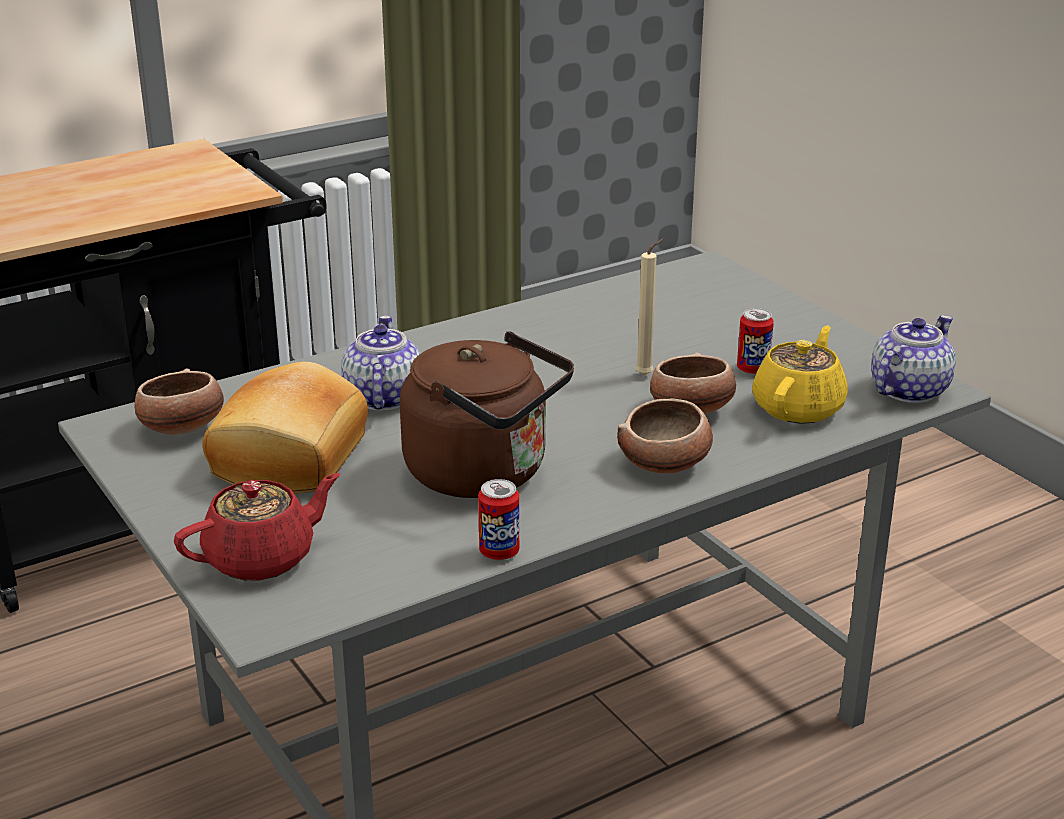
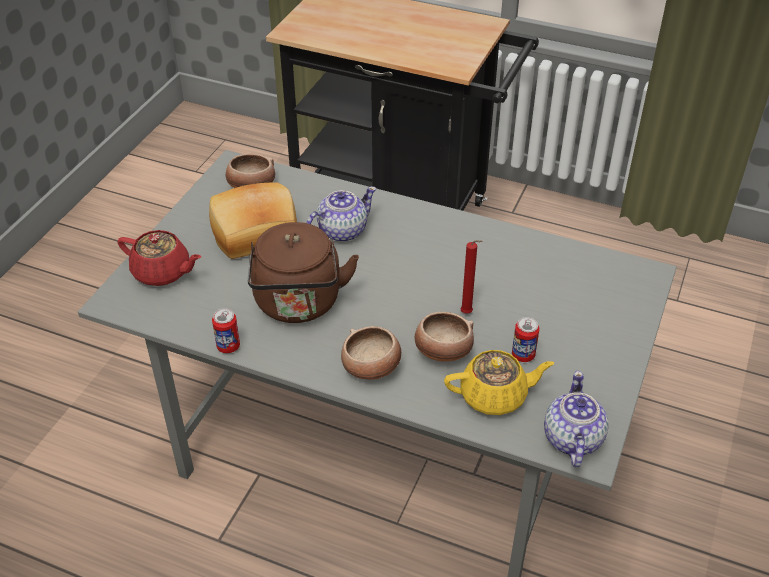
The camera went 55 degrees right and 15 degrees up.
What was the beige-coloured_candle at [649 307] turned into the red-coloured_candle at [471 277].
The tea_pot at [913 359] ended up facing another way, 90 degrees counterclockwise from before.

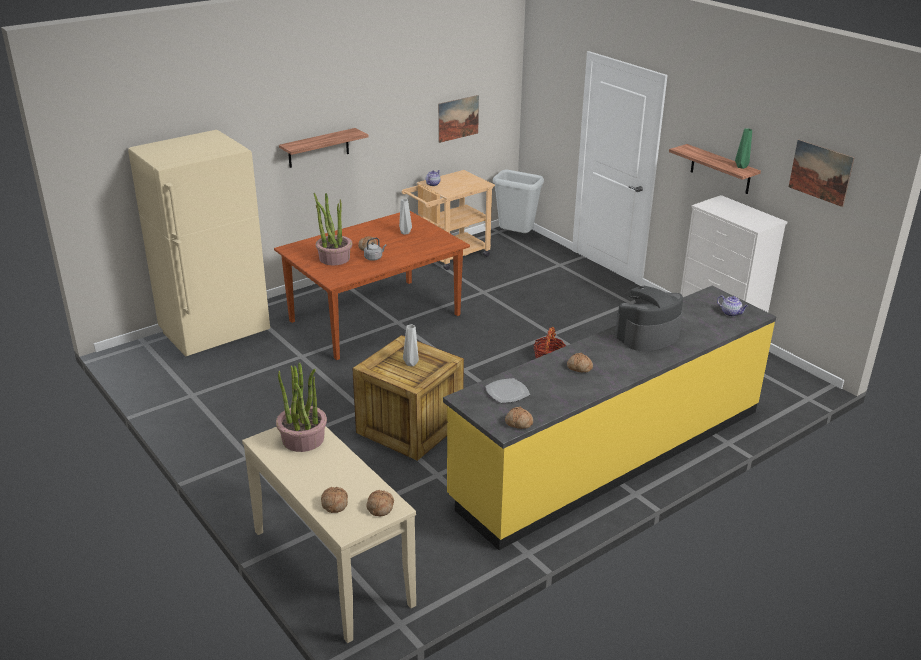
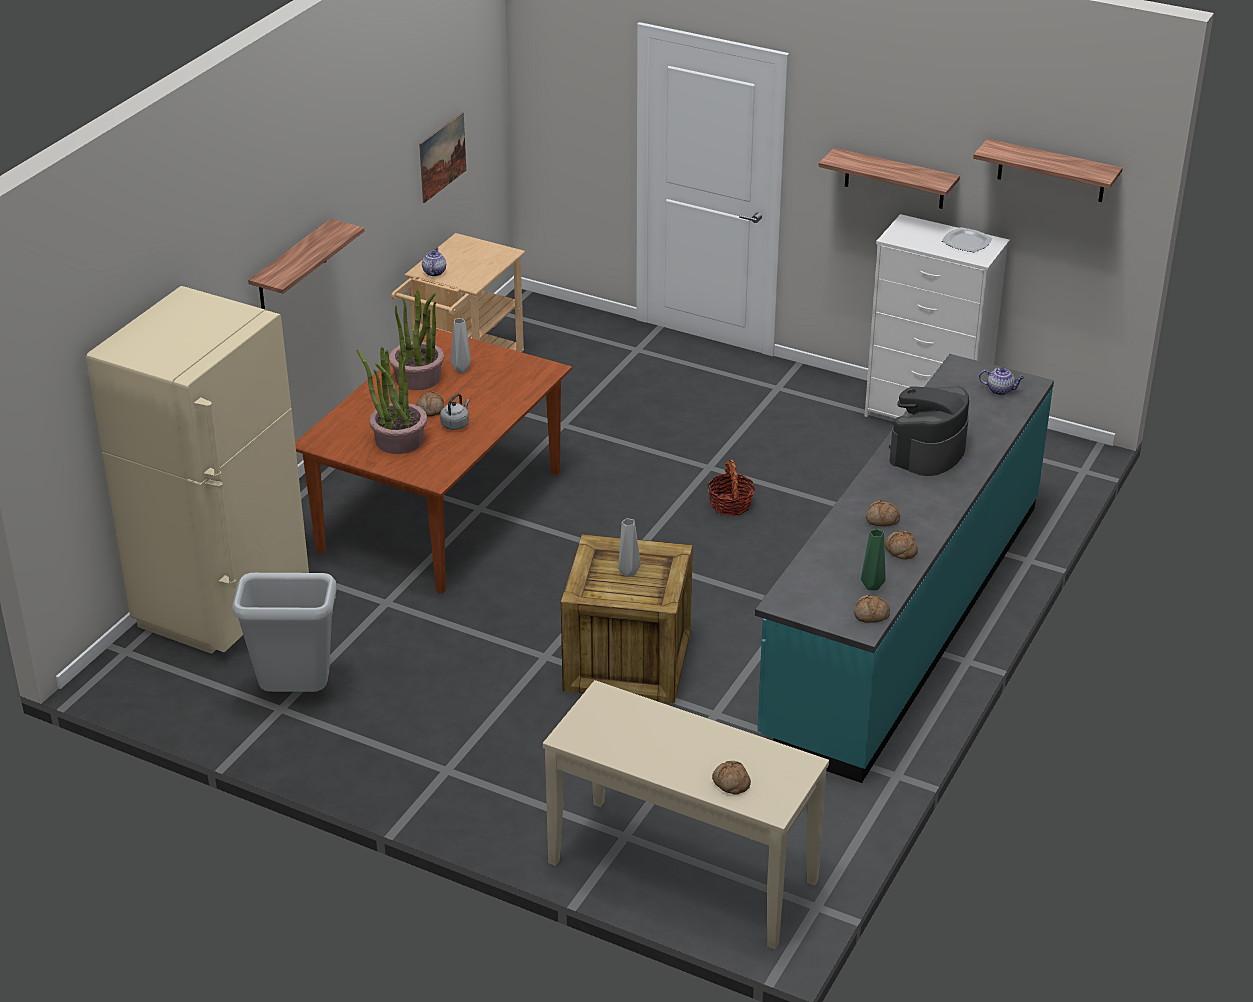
The camera went 25 degrees left and 5 degrees up.
The green_decorative_vase ended up elsewhere, having gone from [743 148] to [873 559].
Where the picture hung at [822 173], the shelf came to hang at [1047 170].
The grey_rubbish_bin ended up elsewhere, having gone from [518 201] to [284 632].
What was the yellow-coloured_kitchen_base_unit at [609 418] turned into the blue-green_kitchen_base_unit at [904 568].
The potted_plant ended up elsewhere, having gone from [301 407] to [416 340].
The dinner_plate ended up elsewhere, having gone from [507 390] to [967 239].
The baked_bread ended up elsewhere, having gone from [380 503] to [901 545].

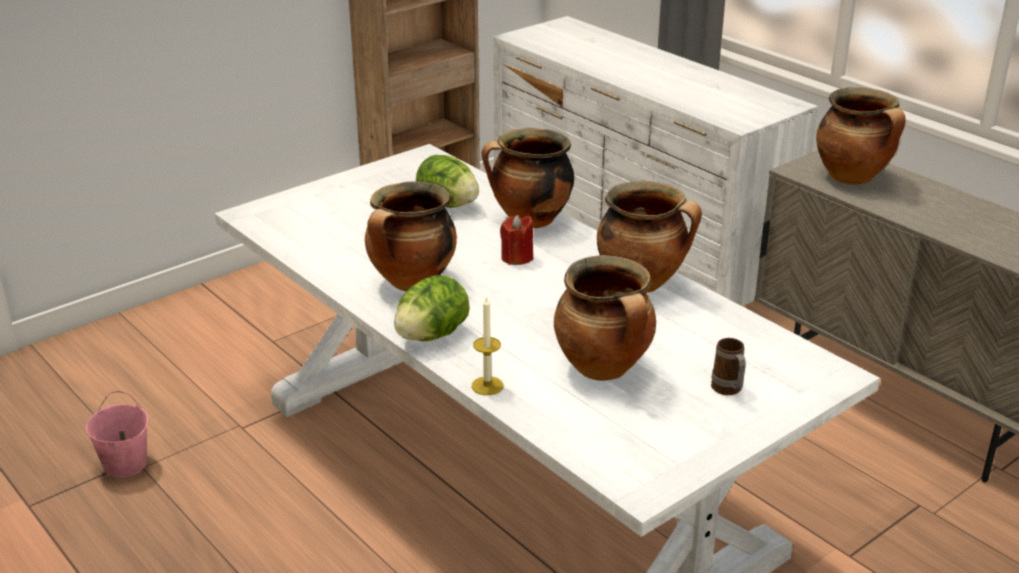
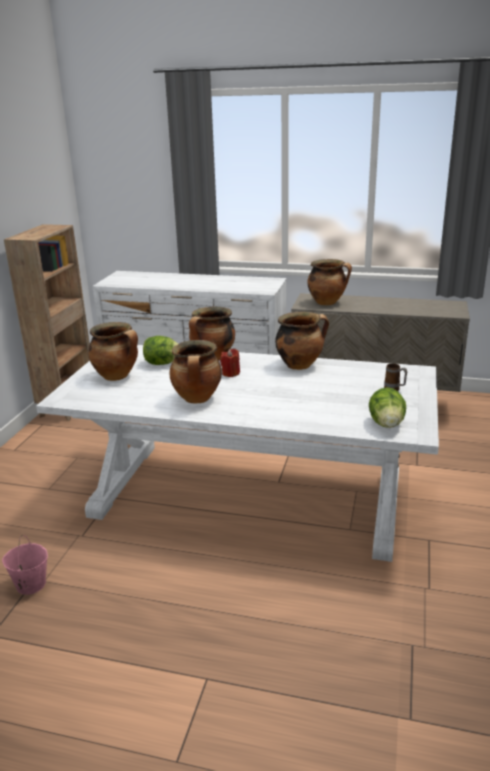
The camera went 35 degrees left and 5 degrees down.
The saucepot ended up elsewhere, having gone from [605 318] to [113 351].
The head_of_lettuce ended up elsewhere, having gone from [432 308] to [387 407].
The second view lost the candle at [487 345].

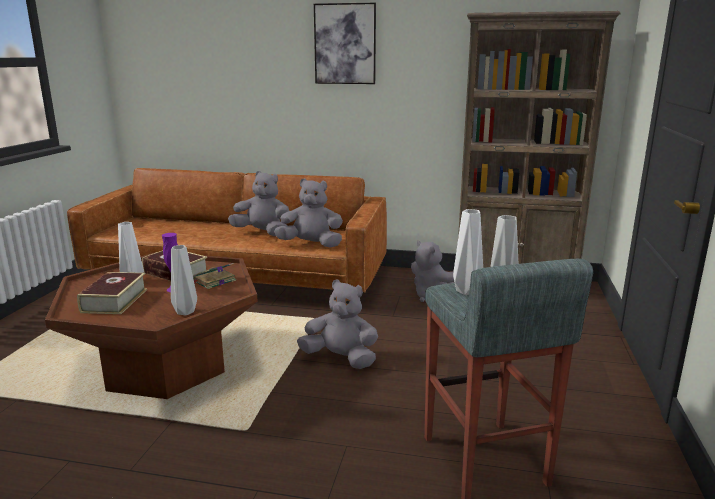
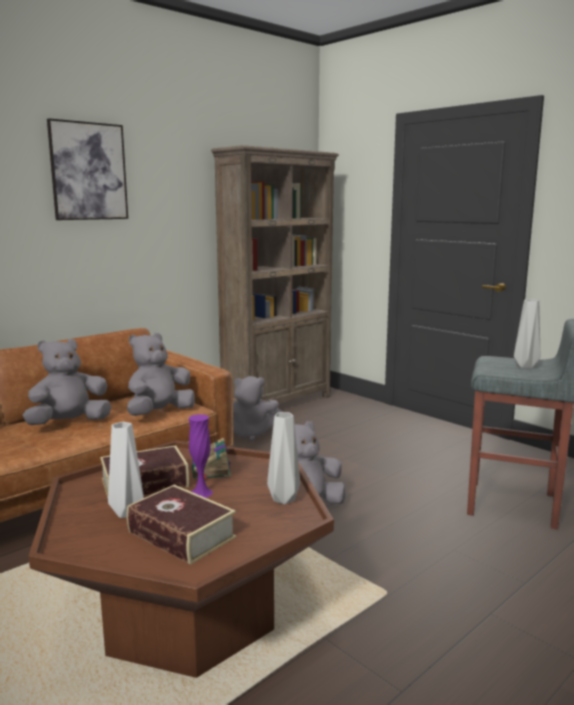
The camera went 55 degrees left and 5 degrees down.
The second view lost the white-coloured_decorative_vase at [468 252].

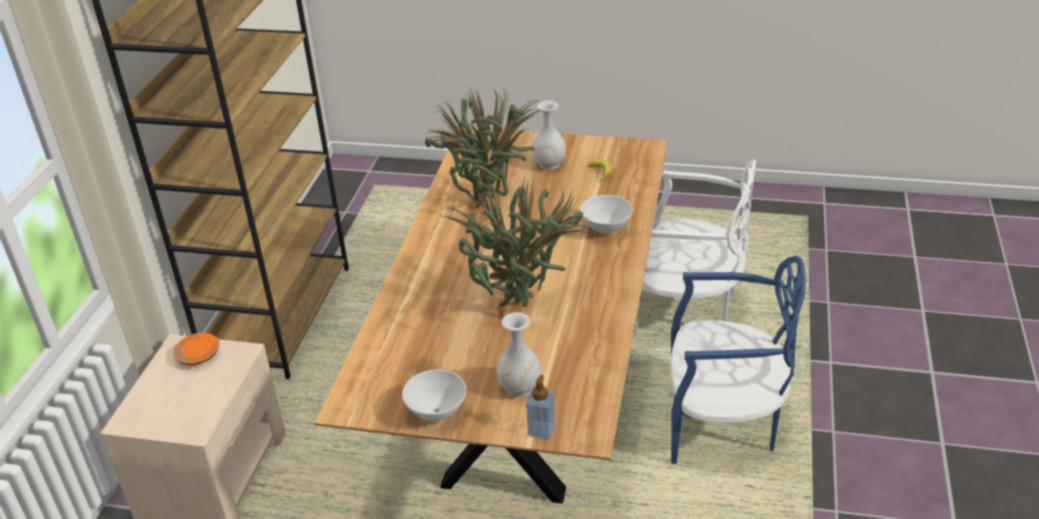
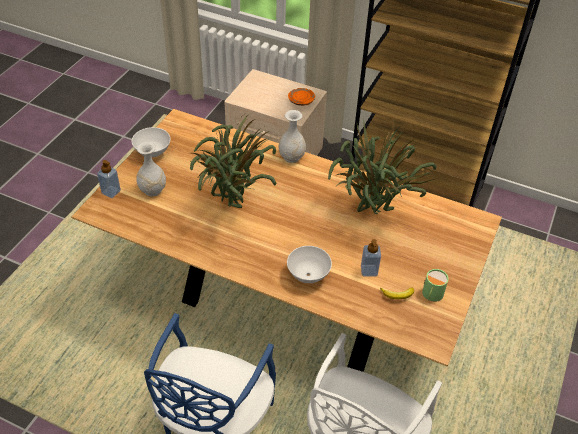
The camera went 100 degrees right and 10 degrees up.
The white-coloured_decorative_vase ended up elsewhere, having gone from [549 135] to [292 136].
The second view gained the soap_dispenser at [371 258].
The second view gained the green_mug at [435 285].

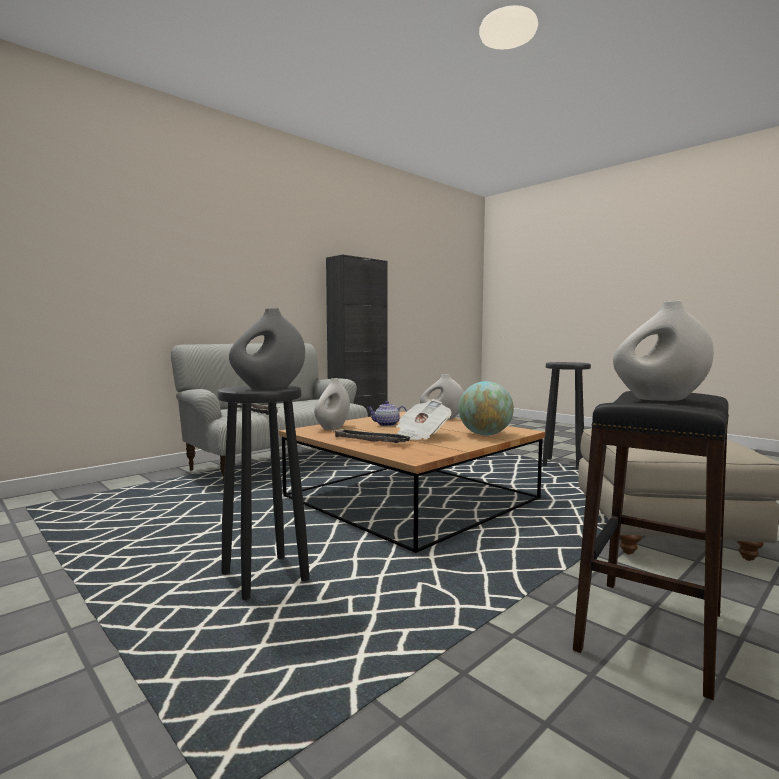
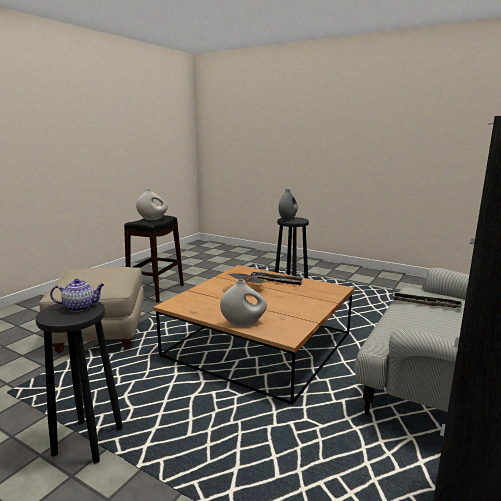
The camera went 165 degrees right and 10 degrees up.
The second view lost the white-coloured_decorative_vase at [332 404].
The second view lost the desk_globe at [486 408].
The tea_pot ended up elsewhere, having gone from [387 413] to [77 295].

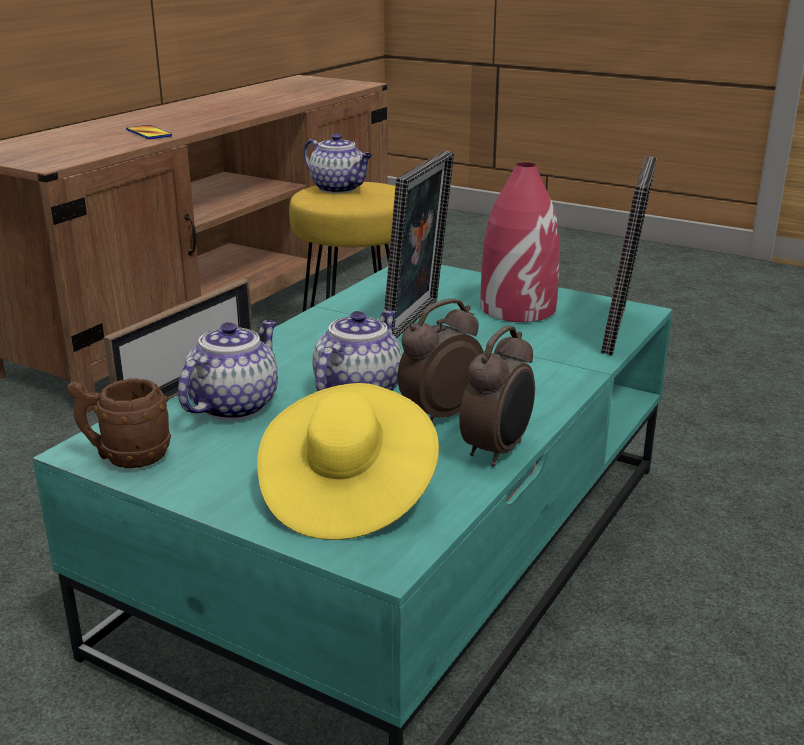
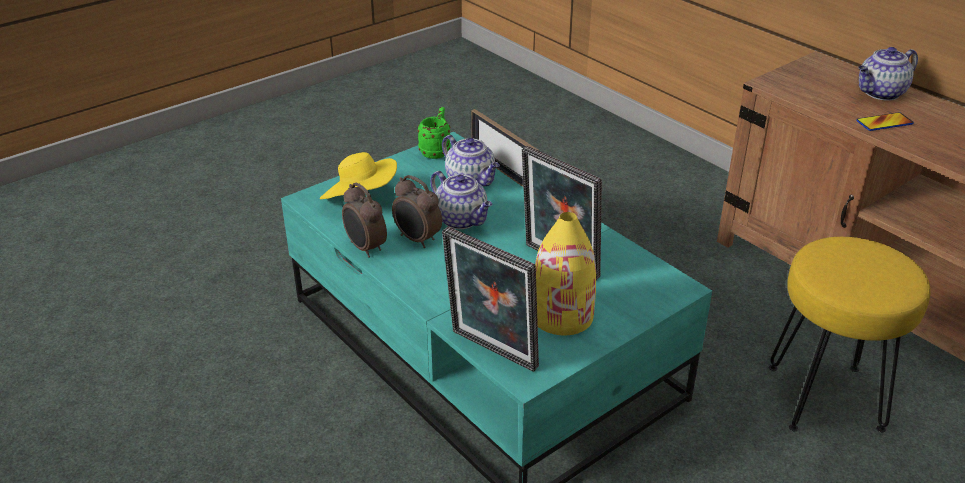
The camera went 110 degrees right and 10 degrees up.
The tea_pot ended up elsewhere, having gone from [338 163] to [888 74].
What was the red-coloured_decorative_vase at [520 242] turned into the yellow-coloured_decorative_vase at [565 273].
The table_clock at [440 360] ended up facing another way, 150 degrees clockwise from before.
What was the brownish_mug at [119 423] turned into the green_mug at [434 133].

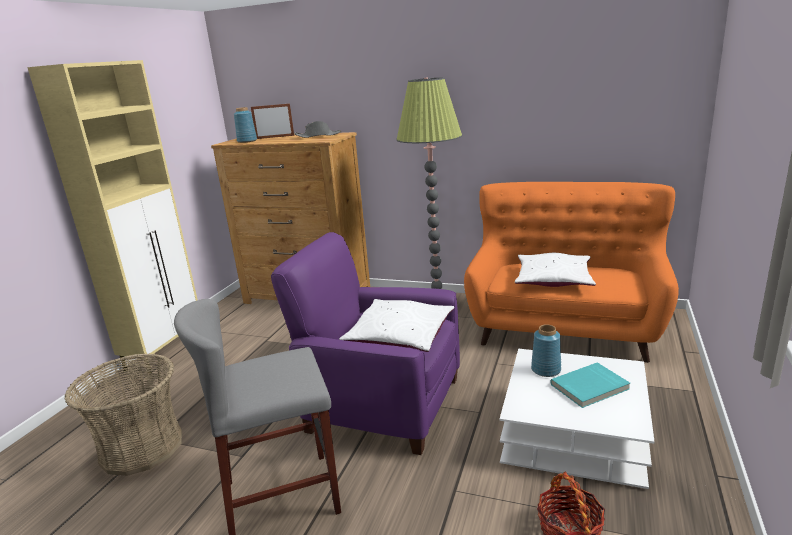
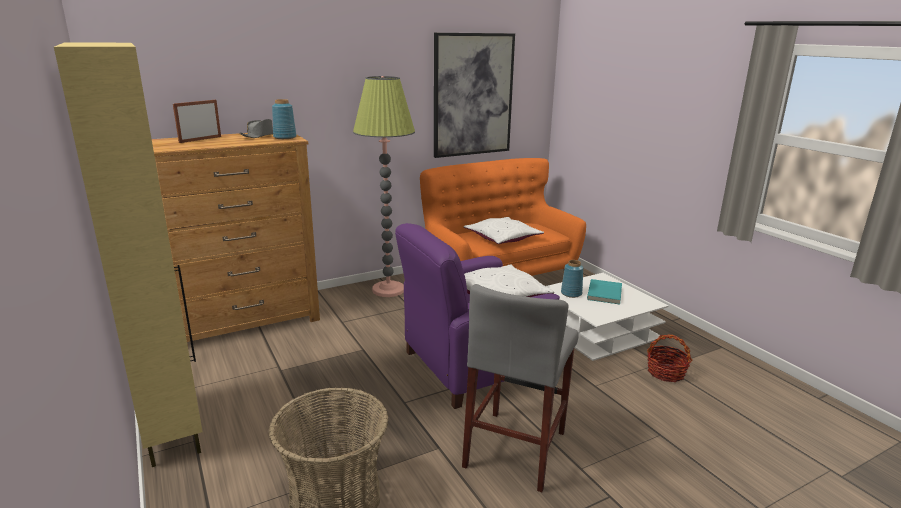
The camera went 50 degrees left and 0 degrees up.
The blue-coloured_decorative_vase ended up elsewhere, having gone from [245 125] to [284 119].
The second view gained the picture at [474 95].

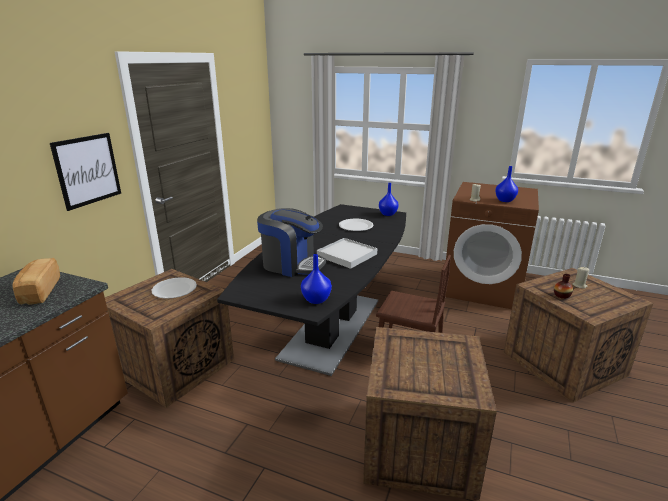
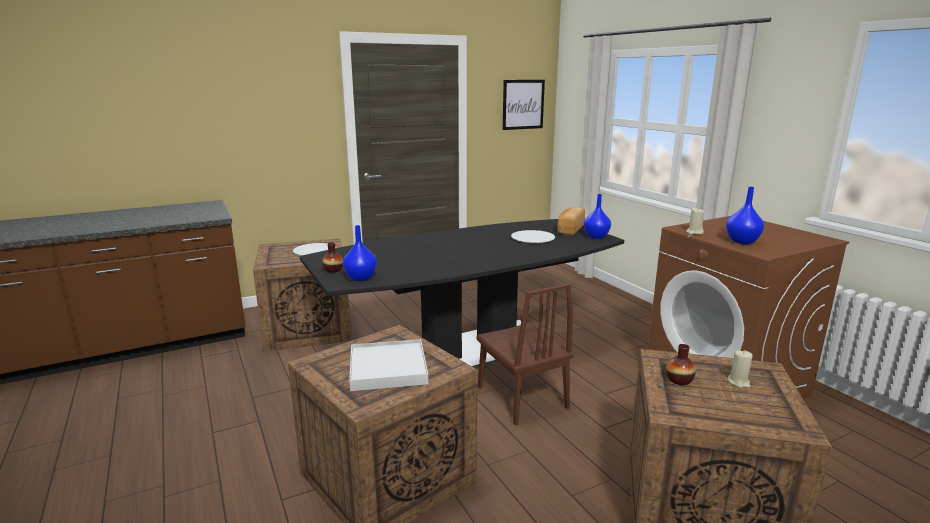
The camera went 40 degrees right and 5 degrees down.
The picture ended up elsewhere, having gone from [85 172] to [523 105].
The second view lost the coffee_machine at [291 242].
The white-coloured_tray ended up elsewhere, having gone from [347 253] to [388 365].
The baked_bread ended up elsewhere, having gone from [36 281] to [571 222].
The second view gained the decorative_vase at [332 257].

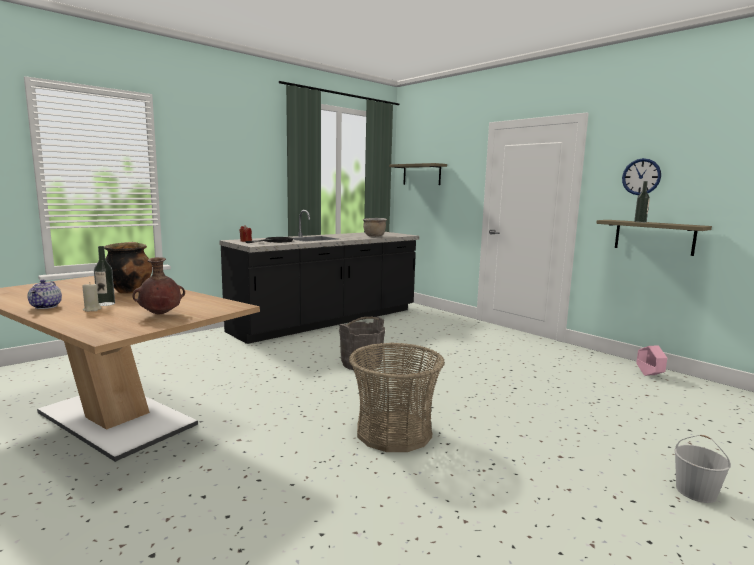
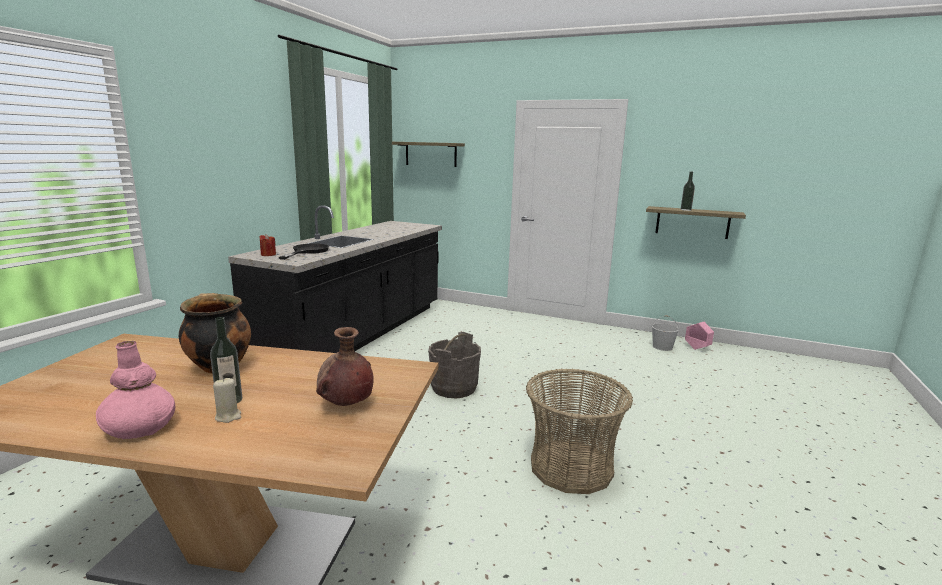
The camera went 25 degrees left and 5 degrees up.
The second view lost the hanging_clock at [641 176].
The second view lost the brownish_saucepot at [375 227].
Where the tea_pot stood at [45 294], the pinkish_decorative_vase came to stand at [135 390].
The white-coloured_pail ended up elsewhere, having gone from [702 469] to [665 333].

